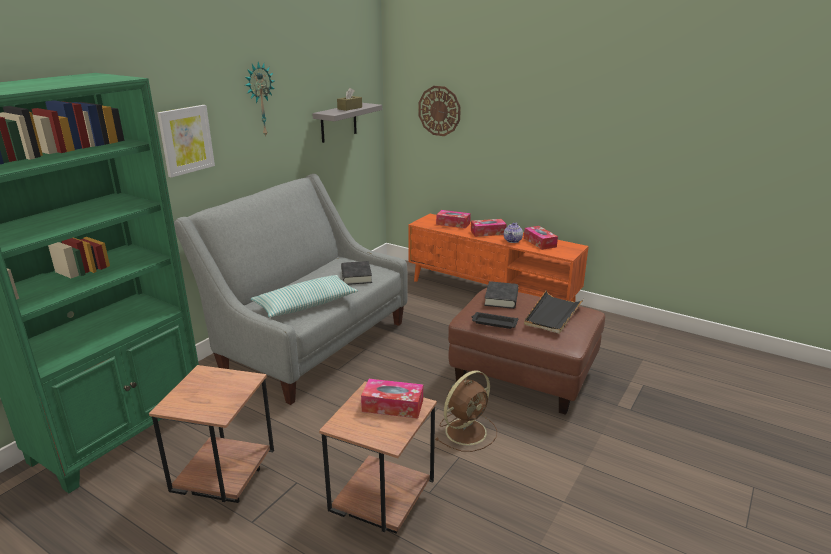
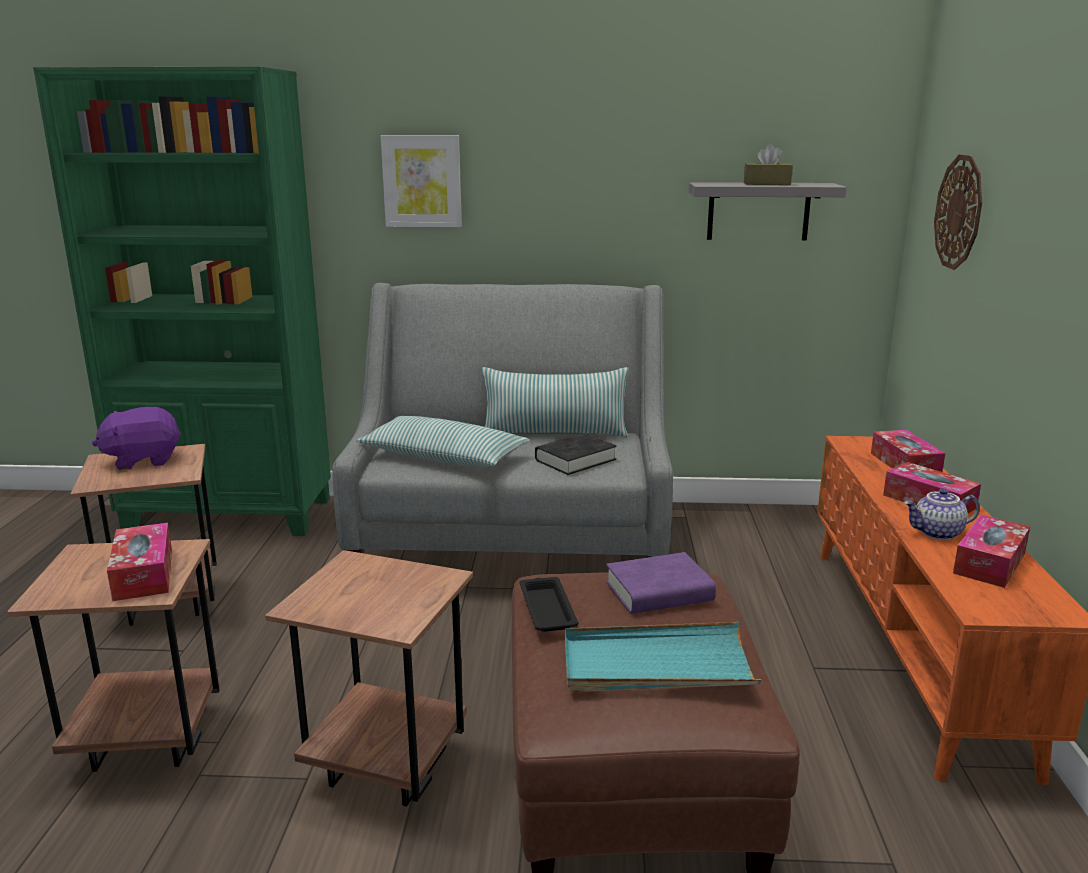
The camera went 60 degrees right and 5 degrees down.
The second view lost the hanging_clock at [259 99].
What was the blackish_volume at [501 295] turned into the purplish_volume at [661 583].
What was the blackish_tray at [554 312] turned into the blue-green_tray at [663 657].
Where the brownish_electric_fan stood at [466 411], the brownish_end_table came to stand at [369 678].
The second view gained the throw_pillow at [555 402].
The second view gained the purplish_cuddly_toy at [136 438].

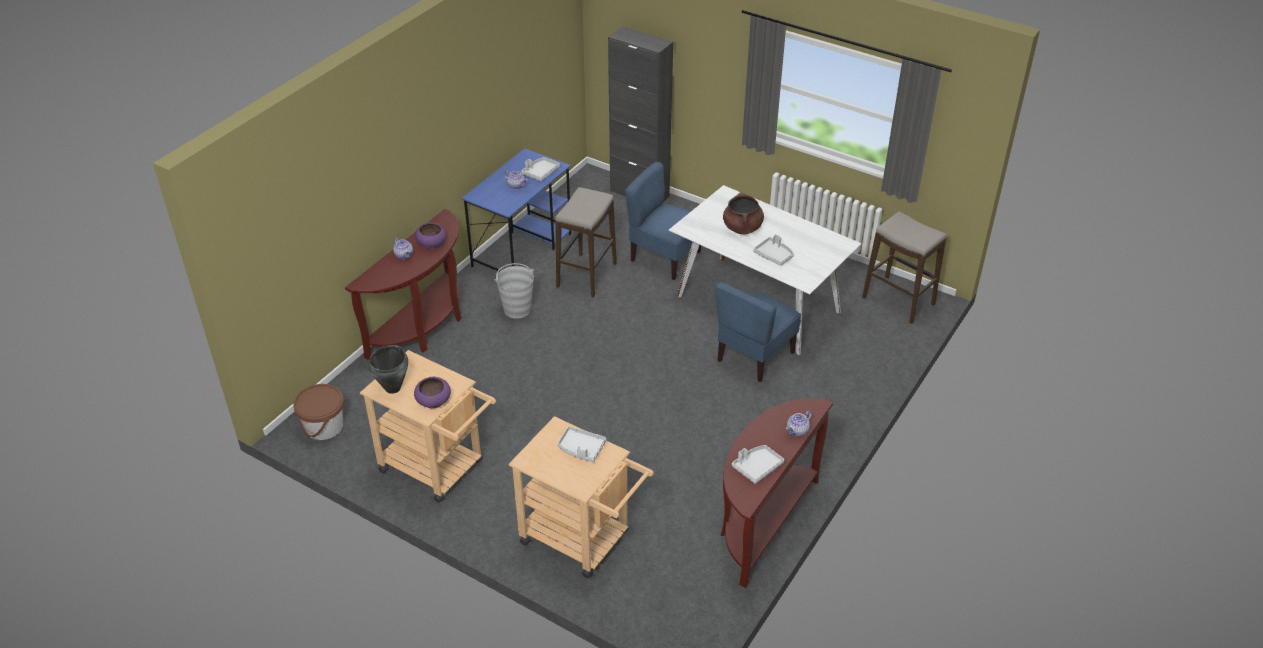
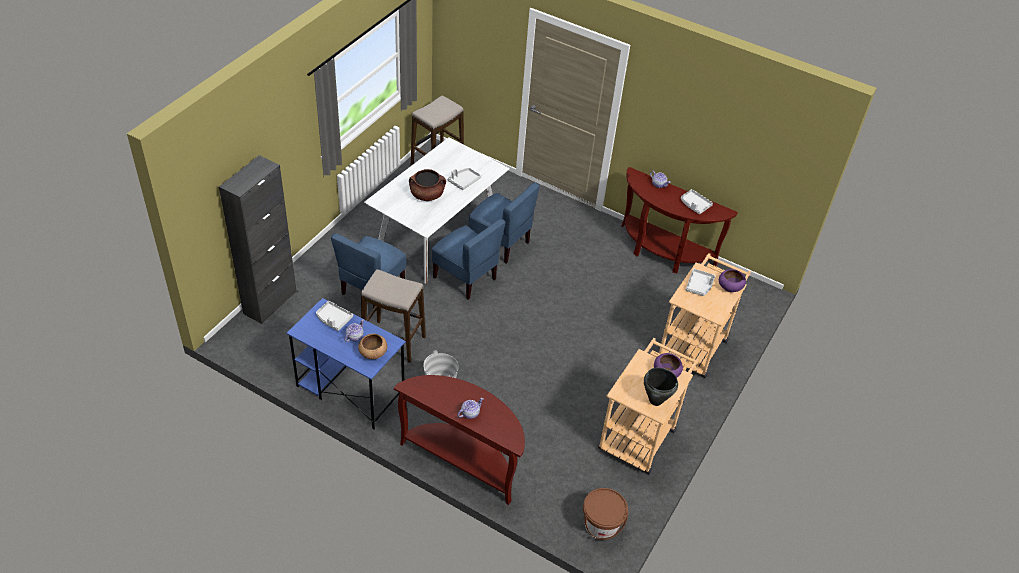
The camera went 95 degrees left and 5 degrees up.
The purplish_bowl ended up elsewhere, having gone from [430 236] to [732 280].
The second view gained the blue-coloured_plain_chair at [468 259].
The second view gained the brownish_bowl at [372 346].

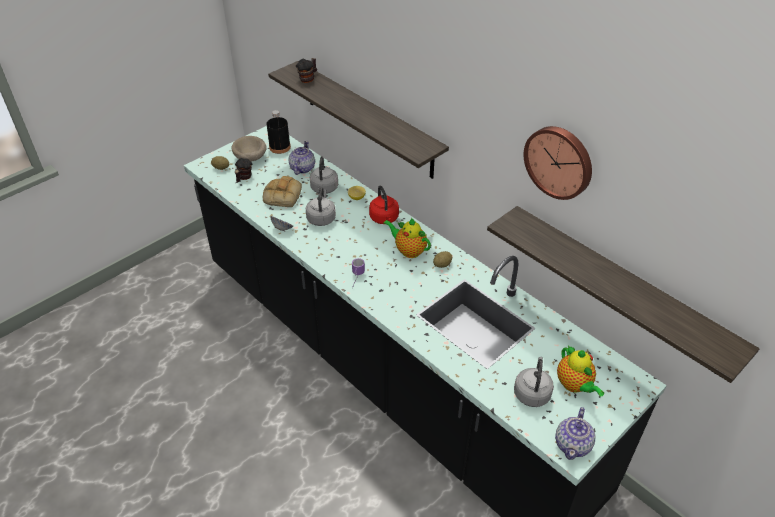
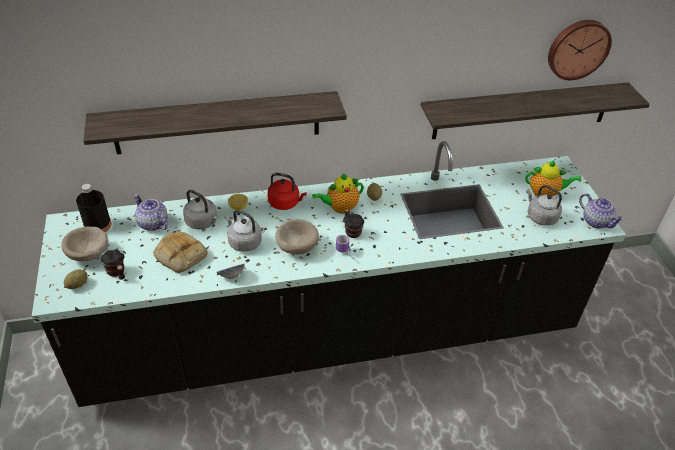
The camera went 60 degrees left and 0 degrees up.
The mug ended up elsewhere, having gone from [306 70] to [353 223].
The hanging_clock ended up elsewhere, having gone from [558 163] to [580 50].
The second view gained the beige-coloured_bowl at [297 236].

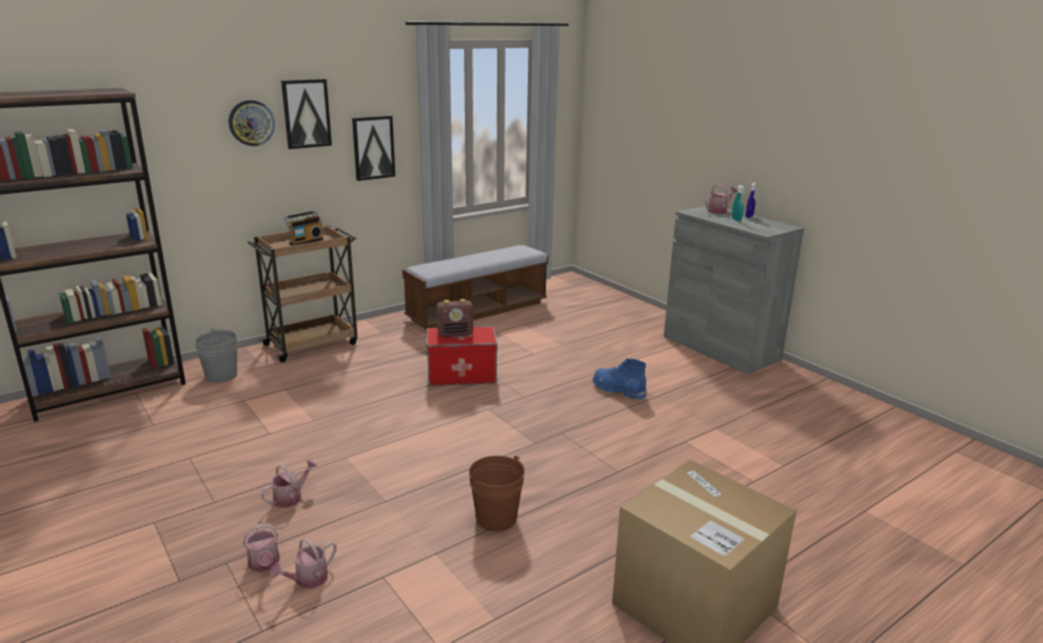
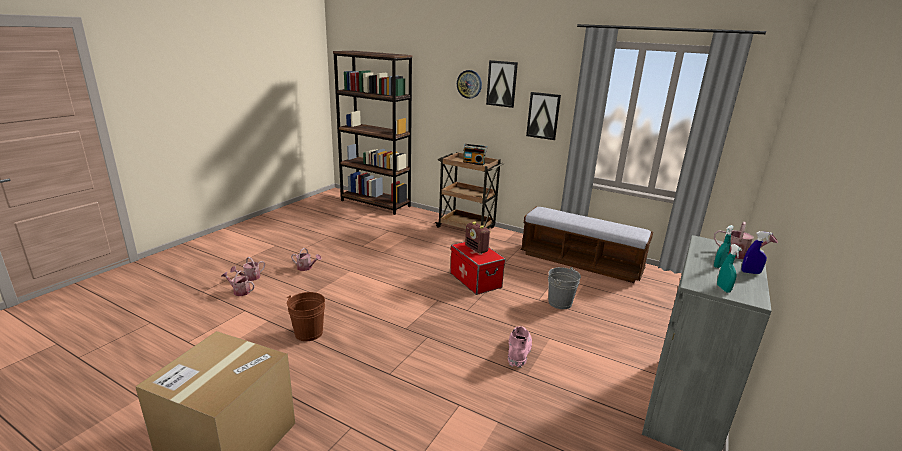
The camera went 65 degrees right and 0 degrees up.
The grey_pail ended up elsewhere, having gone from [216 355] to [564 288].
What was the blue-coloured_boot at [620 379] turned into the pinkish_boot at [520 347].
The second view gained the blue-green_sprayer at [729 268].

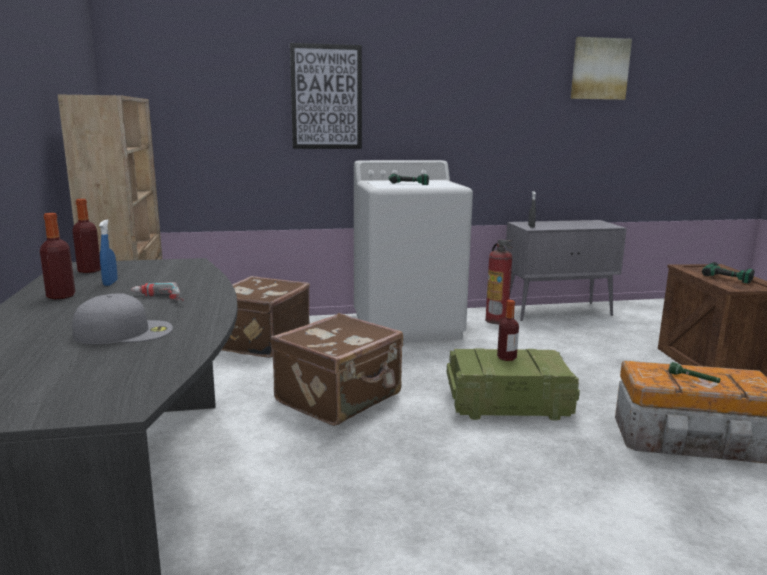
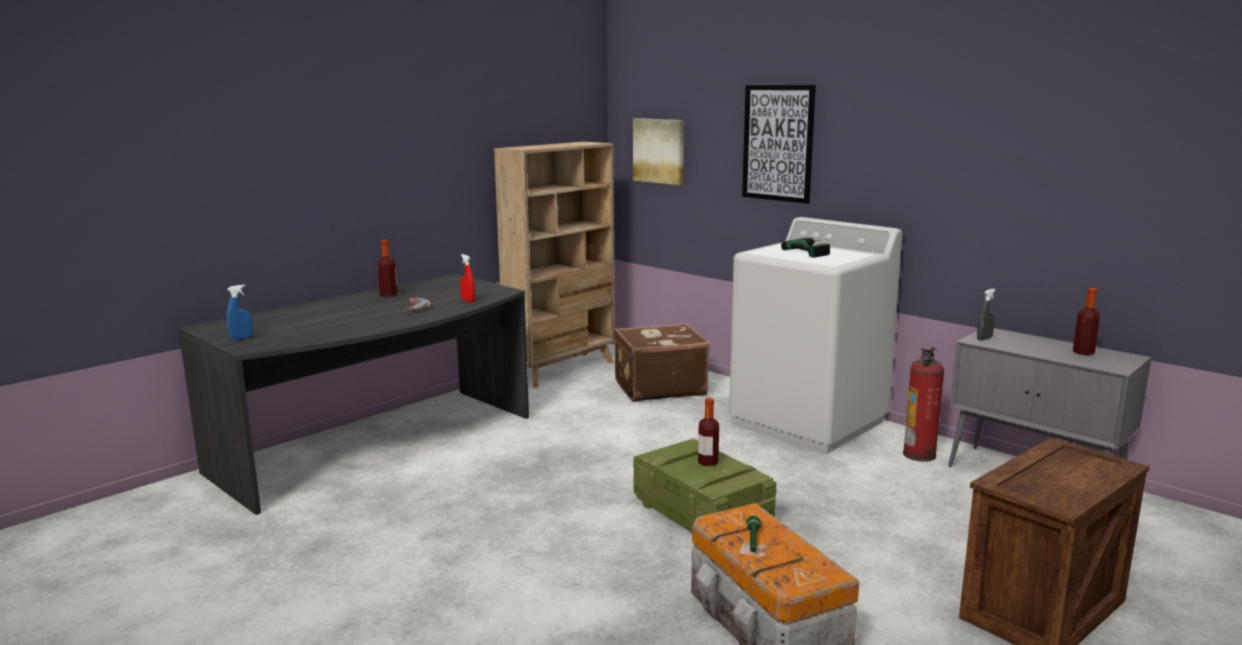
The camera went 55 degrees right and 0 degrees up.
The picture ended up elsewhere, having gone from [601 68] to [658 151].
The drink_bottle ended up elsewhere, having gone from [87 236] to [1086 321].
The blue-coloured_sprayer ended up elsewhere, having gone from [108 252] to [239 312].
The second view lost the electric_drill at [728 272].
The second view lost the grey_cap at [122 318].
The second view lost the brownish_suitcase at [337 369].
The second view gained the red-coloured_sprayer at [467 278].

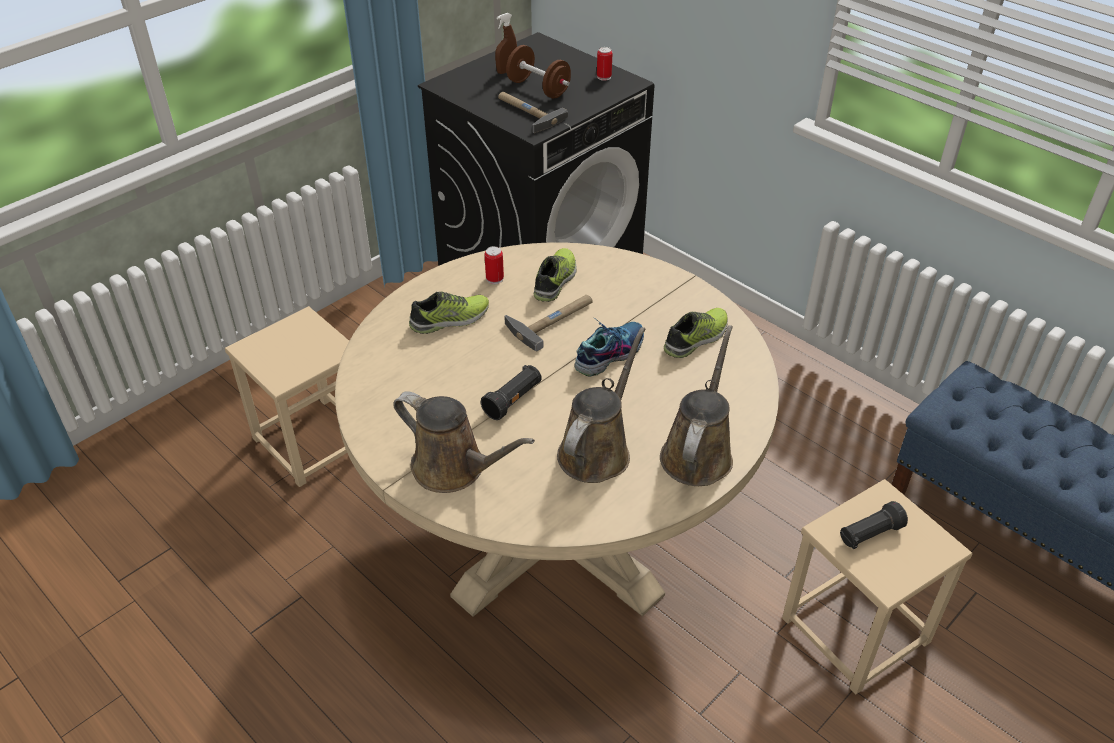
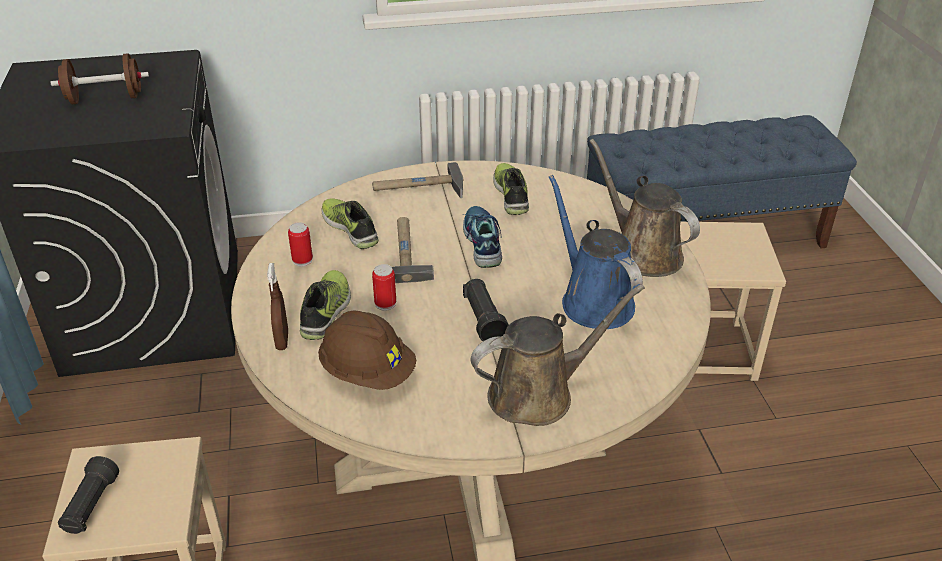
The camera went 55 degrees left and 5 degrees down.
The brownish_sprayer ended up elsewhere, having gone from [506 43] to [277 306].
The sealed_can ended up elsewhere, having gone from [605 64] to [384 287].
The hand_hammer ended up elsewhere, having gone from [533 112] to [417 180].
What was the brownish_watering_can at [601 405] turned into the blue-coloured_watering_can at [596 252].
The blackish_hand_torch ended up elsewhere, having gone from [874 525] to [88 495].
The second view gained the brownish_work_helmet at [367 350].

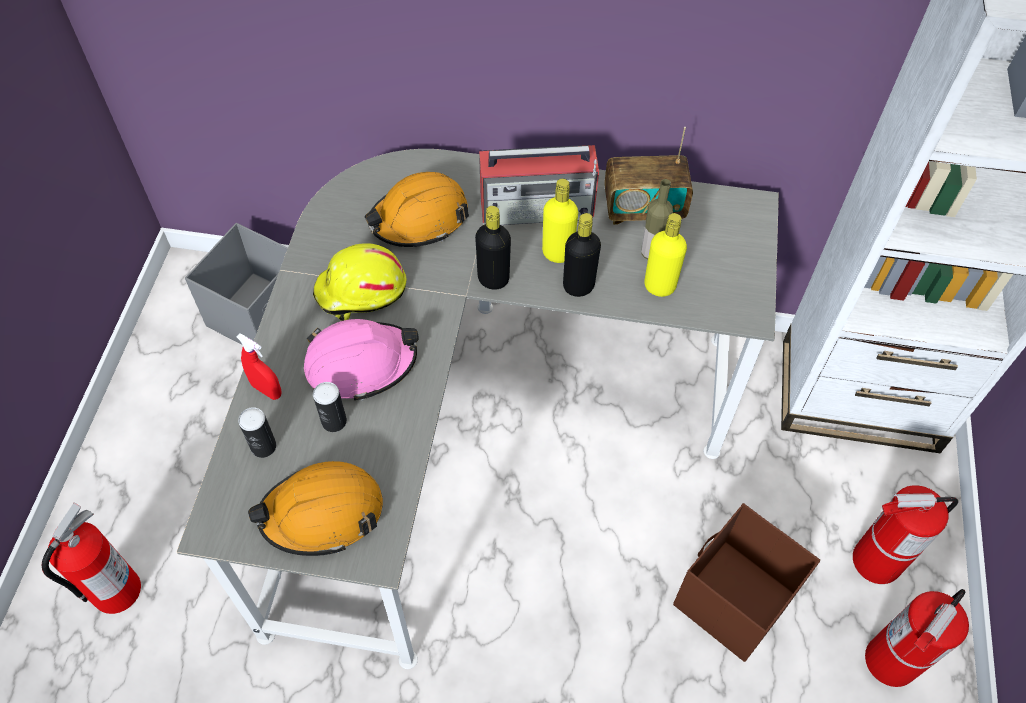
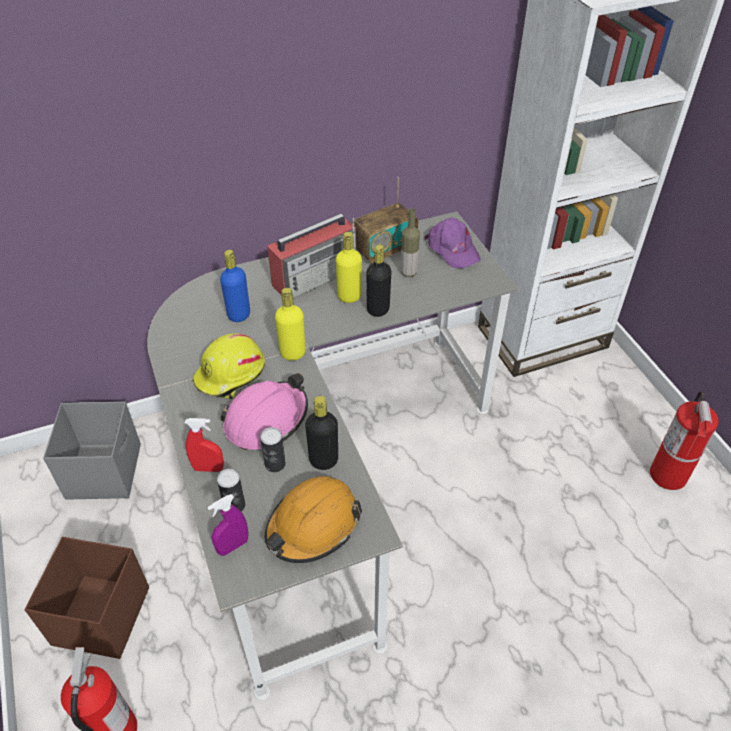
The camera went 30 degrees left and 10 degrees down.
Where the orange_work_helmet stood at [417 209], the blue-coloured_drink_bottle came to stand at [235 286].
The blackish_drink_bottle ended up elsewhere, having gone from [493 248] to [321 433].
The yellow-coloured_drink_bottle ended up elsewhere, having gone from [665 255] to [290 324].
The second view lost the extinguisher at [905 534].
The brownish_storage_bin ended up elsewhere, having gone from [746 582] to [86 598].
The second view gained the purplish_cap at [452 243].
The second view gained the purplish_sprayer at [228 525].

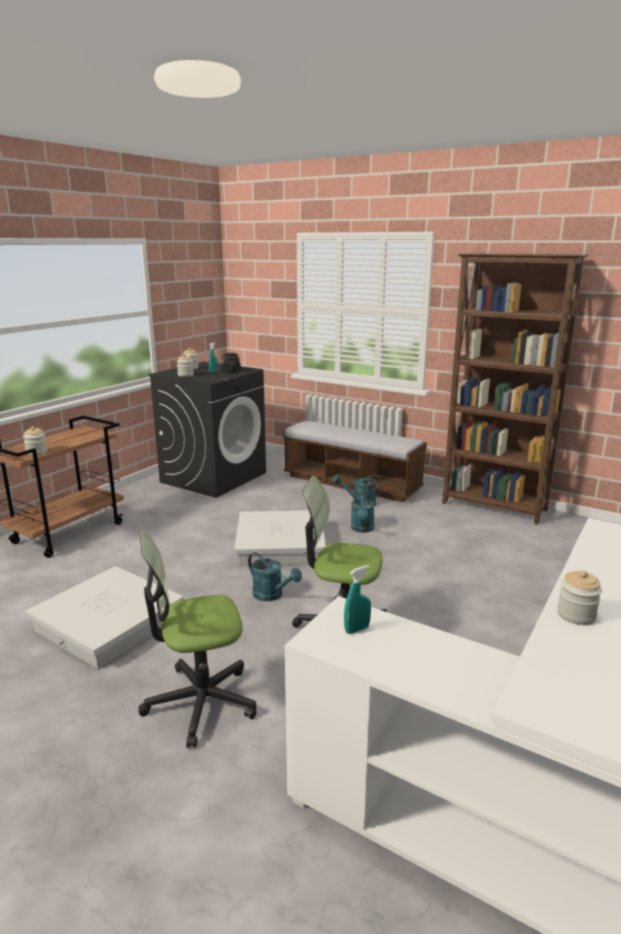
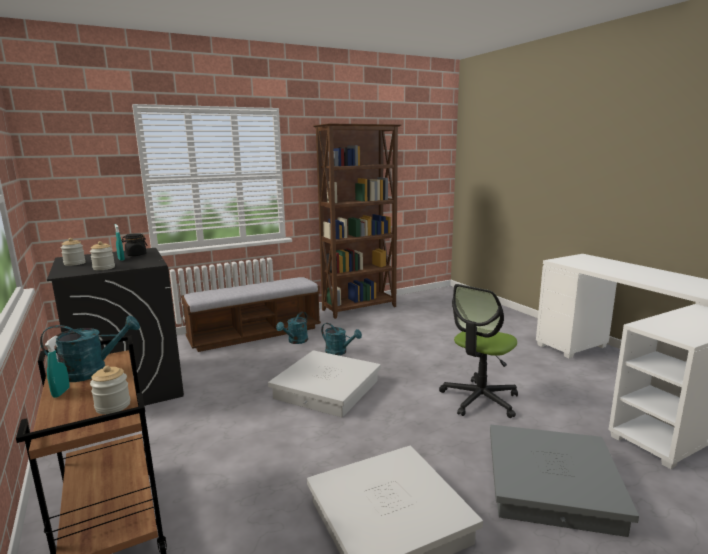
The camera went 60 degrees left and 5 degrees down.
Where the office_chair stood at [198 639], the grey_storage_bin came to stand at [564 481].
The blue-green_watering_can ended up elsewhere, having gone from [275 576] to [90 349].
The blue-green_sprayer ended up elsewhere, having gone from [357 599] to [57 367].
The second view lost the preserve_jar at [579 597].

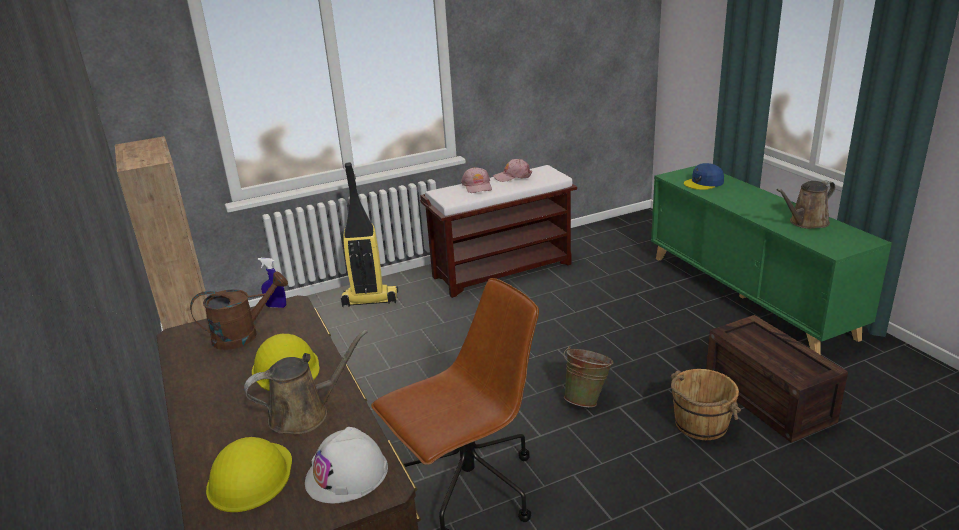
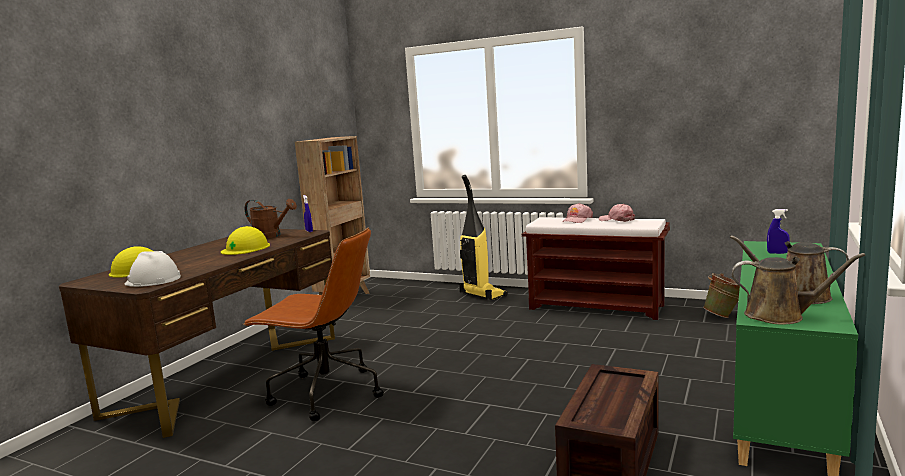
The camera went 50 degrees right and 15 degrees down.
Where the blue-coloured_cap stood at [704 176], the blue-coloured_sprayer came to stand at [778 231].
The brownish_watering_can ended up elsewhere, having gone from [306 382] to [798 289].
The green_pail ended up elsewhere, having gone from [588 376] to [721 295].
The second view lost the brownish_pail at [706 404].

